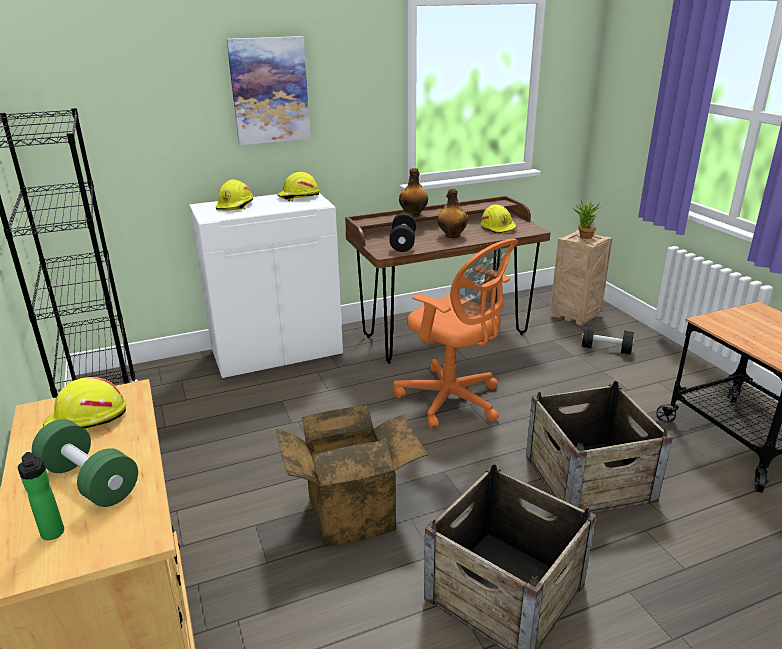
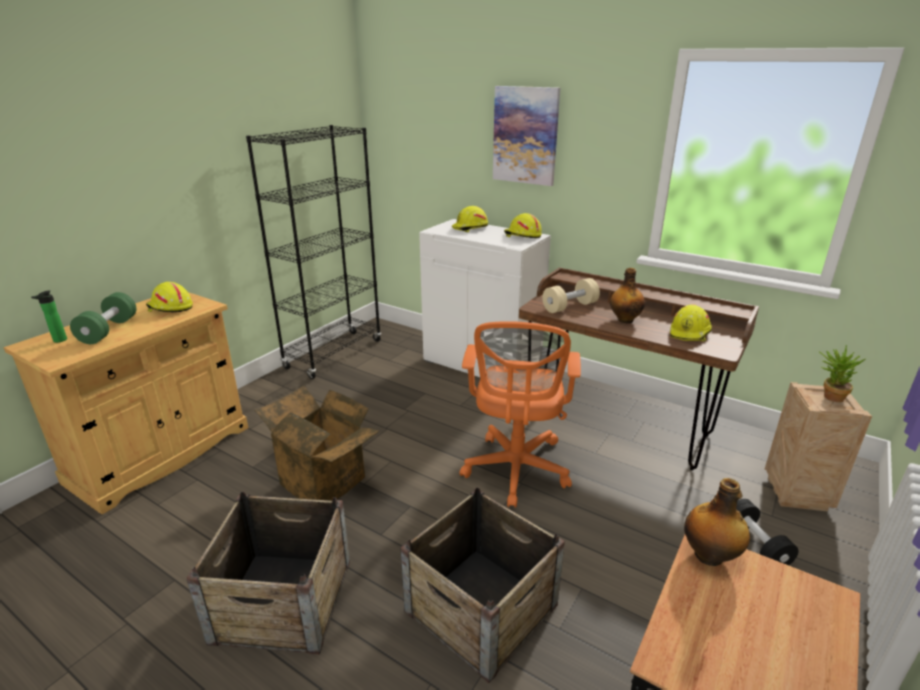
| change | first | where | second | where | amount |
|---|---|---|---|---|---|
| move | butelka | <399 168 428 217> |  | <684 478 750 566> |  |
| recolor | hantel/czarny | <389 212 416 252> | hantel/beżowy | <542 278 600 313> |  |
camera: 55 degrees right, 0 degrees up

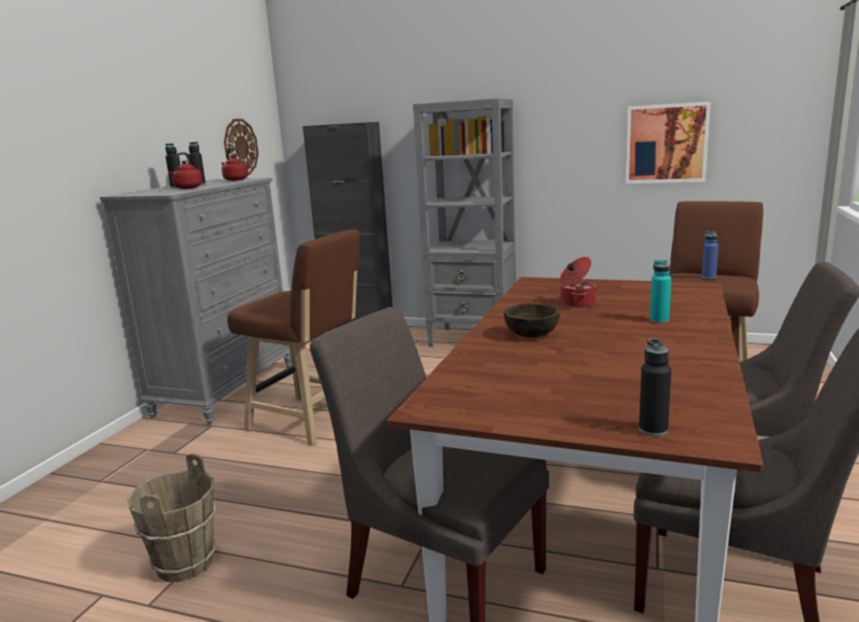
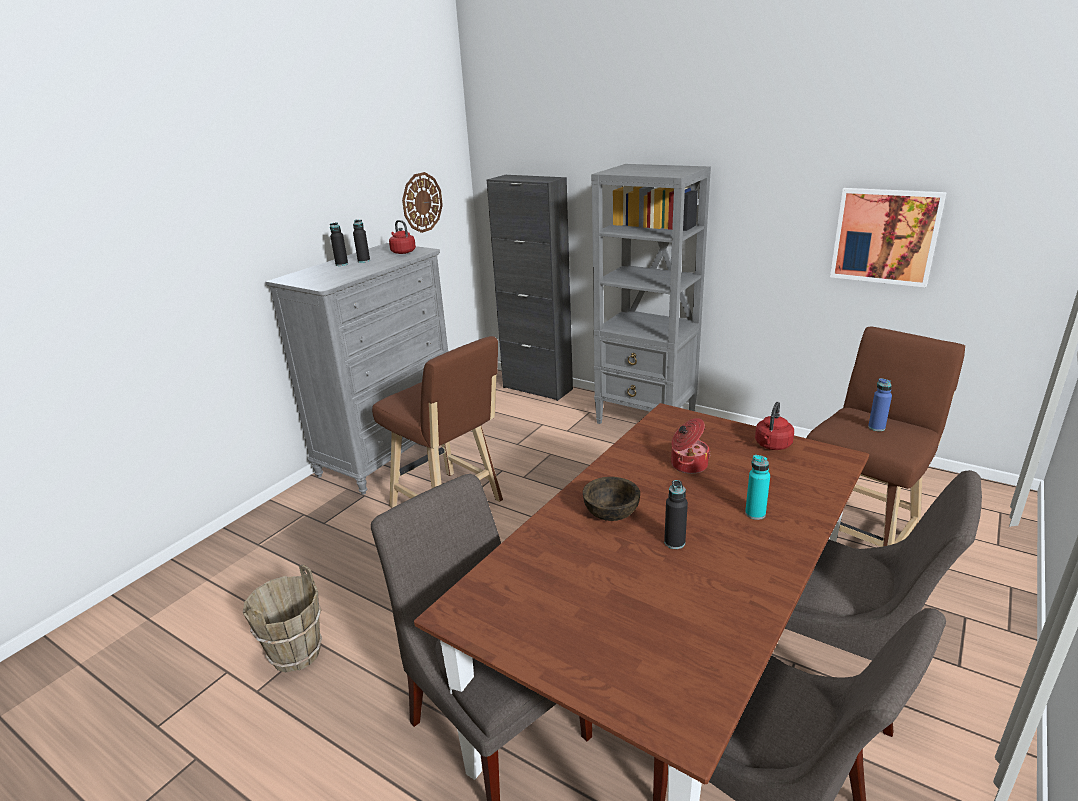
| change | first | where | second | where | amount |
|---|---|---|---|---|---|
| move | czajnik/czerwony | <168 152 202 189> |  | <755 402 794 450> |  |
| move | butelka/czarny | <639 339 671 436> |  | <664 480 688 549> |  |
camera: 15 degrees right, 10 degrees up

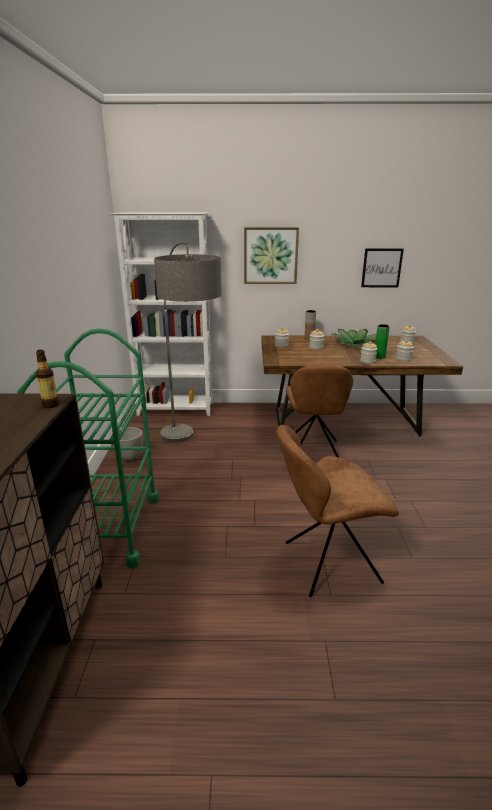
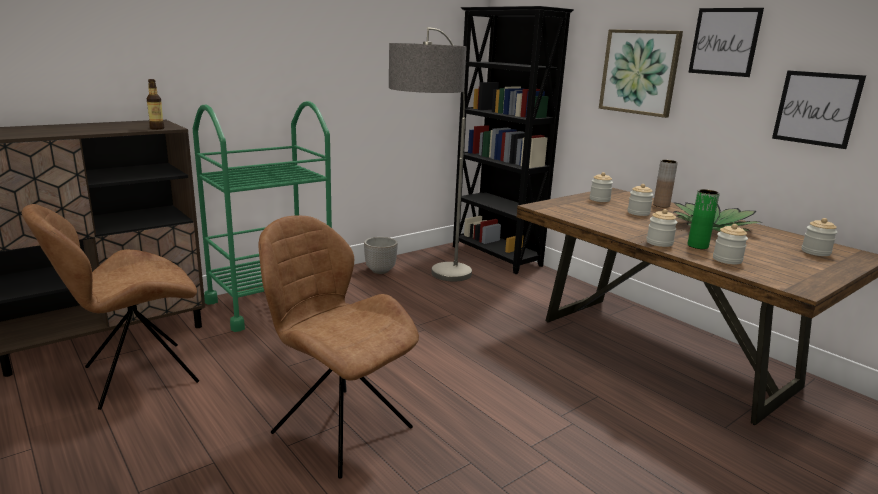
| change | first | where | second | where | amount |
|---|---|---|---|---|---|
| insert |  |  | obraz | <688 8 764 77> |  |
| move | krzesło/brązowy | <286 364 353 457> |  | <22 204 199 410> |  |
| recolor | regał/biały | <110 213 212 416> | regał/czarny | <453 6 574 274> |  |
camera: 50 degrees right, 5 degrees down

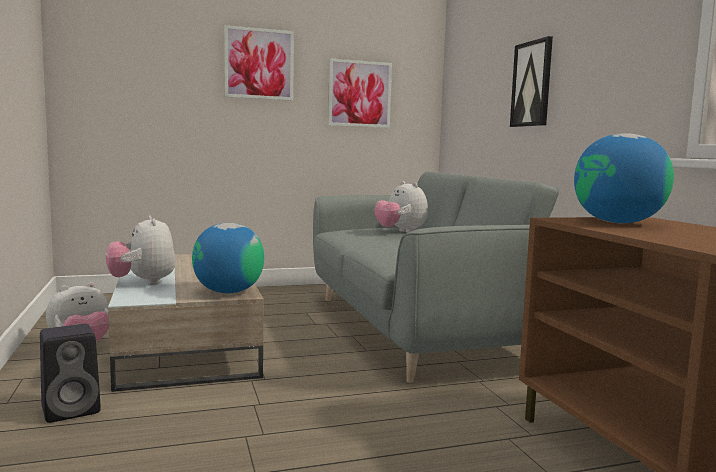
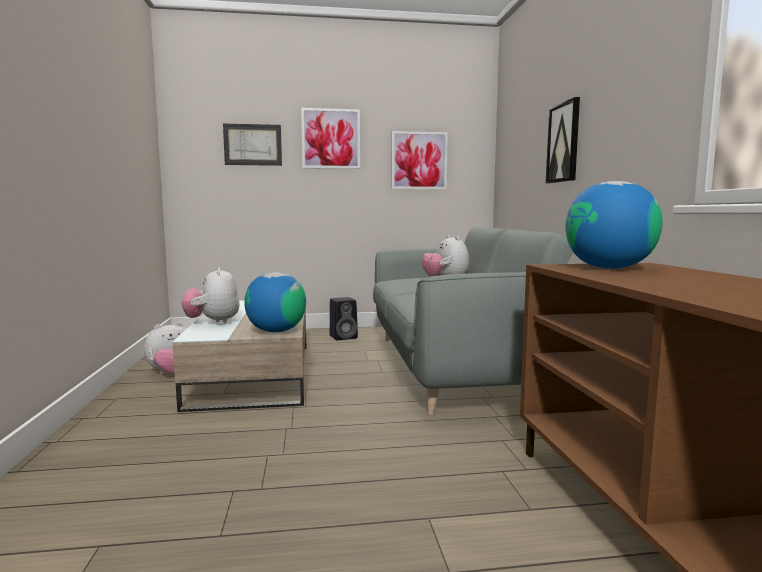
| change | first | where | second | where | amount |
|---|---|---|---|---|---|
| insert |  |  | obraz | <223 124 282 166> |  |
| move | głośnik/czarny | <40 324 101 423> |  | <330 297 358 340> |  |
camera: 10 degrees right, 0 degrees up

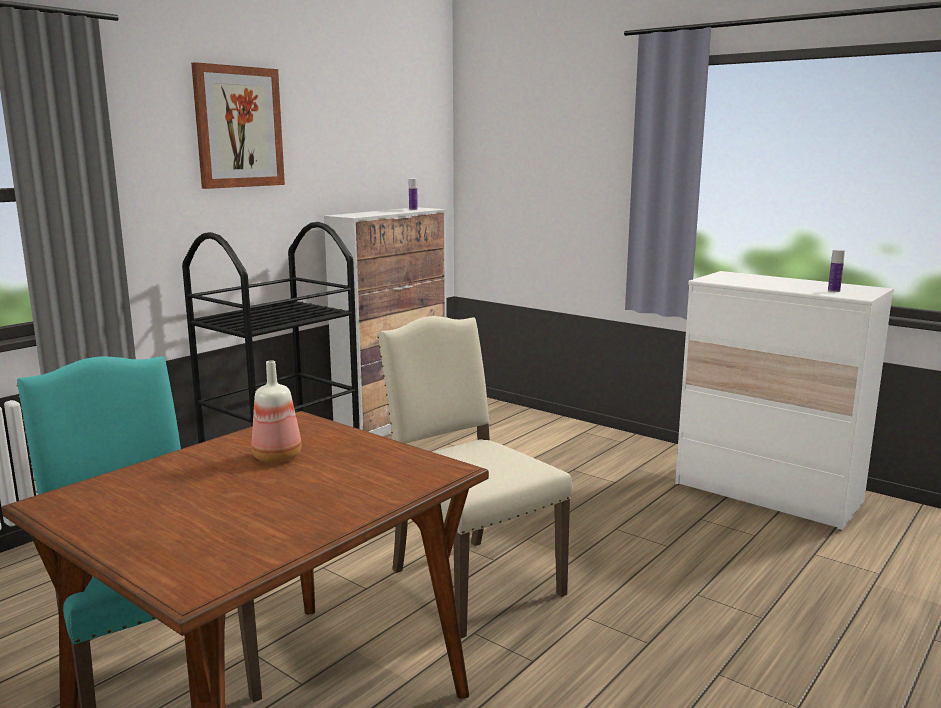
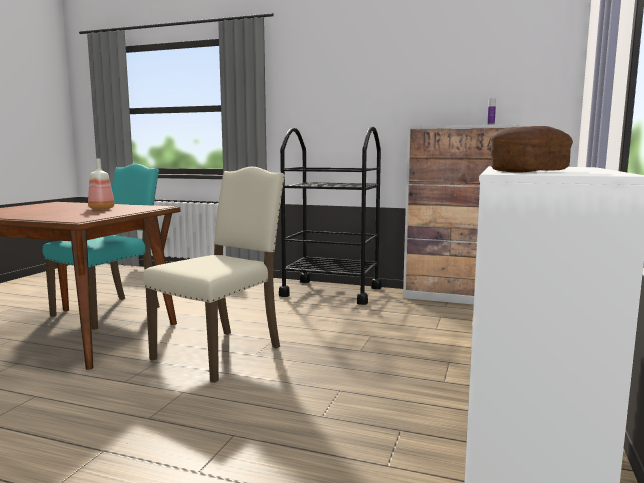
| change | first | where | second | where | amount |
|---|---|---|---|---|---|
| delete | obraz | <191 62 285 189> |  |  |  |
| replace | butelka | <828 249 845 292> | chleb | <491 126 573 172> |  |
camera: 70 degrees right, 5 degrees down

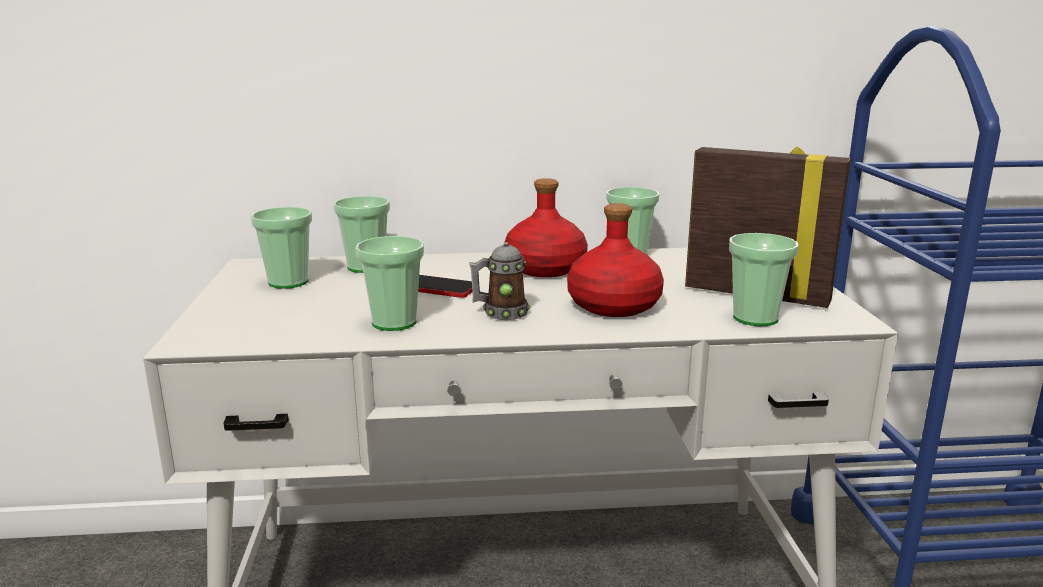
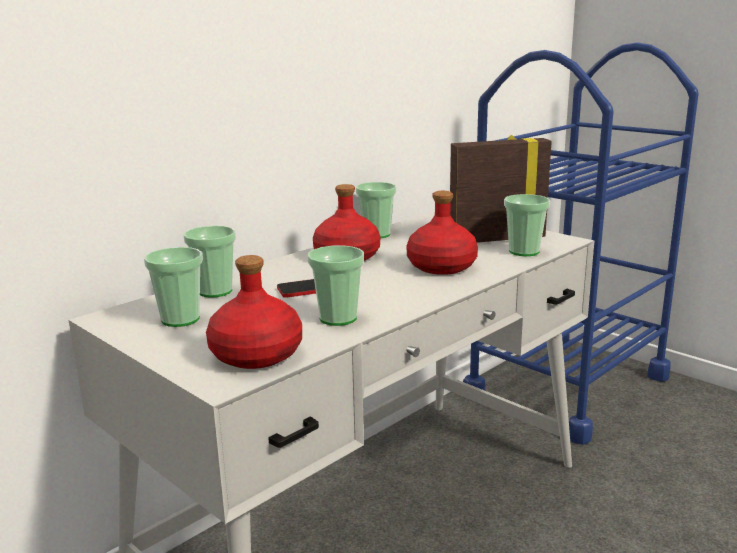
| change | first | where | second | where | amount |
|---|---|---|---|---|---|
| delete | kubek | <469 242 530 320> |  |  |  |
| insert |  |  | butelka/czerwony | <206 255 302 369> |  |
camera: 40 degrees left, 0 degrees up

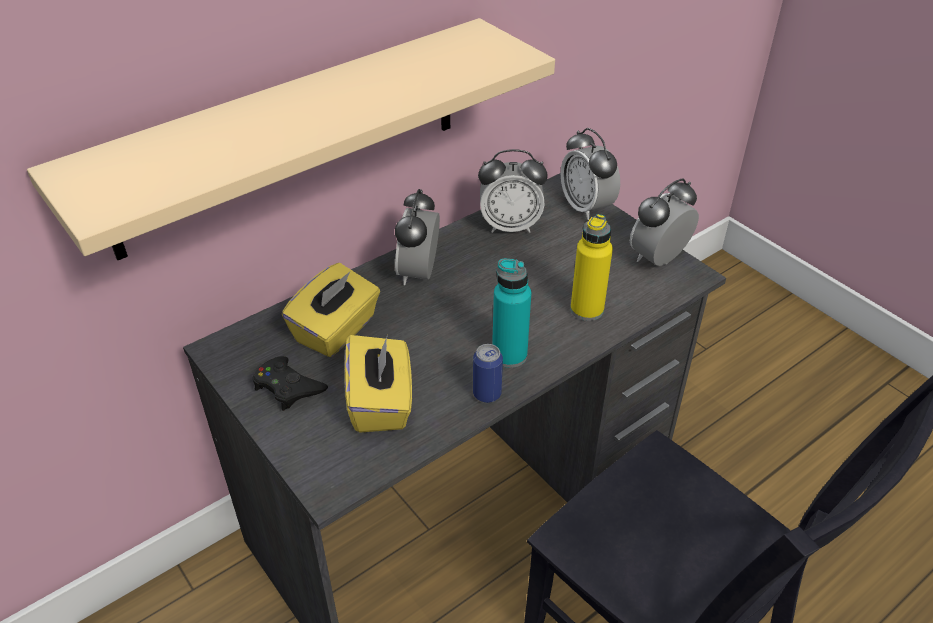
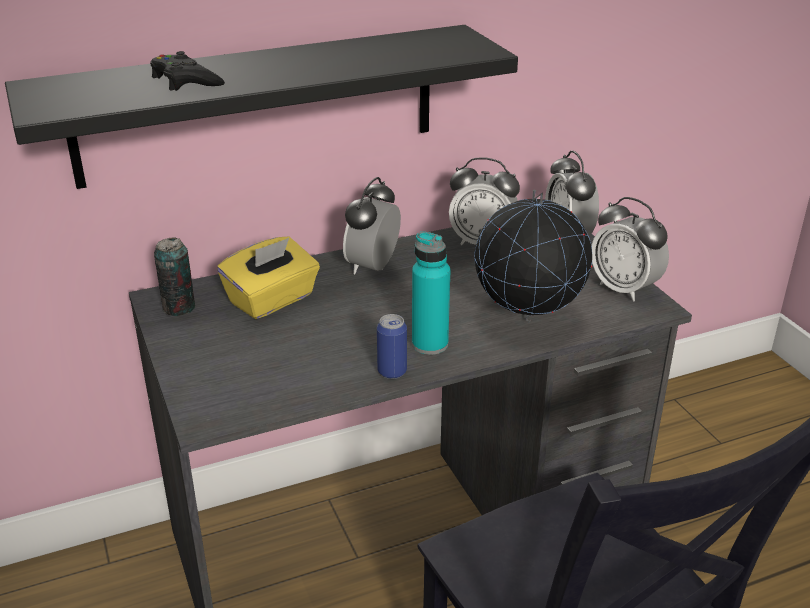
| change | first | where | second | where | amount |
|---|---|---|---|---|---|
| delete | pudełko chusteczek/żółty | <345 335 412 433> |  |  |  |
| insert |  |  | puszka | <154 237 195 316> |  |
| move | pad do gier/czarny | <253 356 328 411> |  | <150 51 225 91> |  |
| replace | butelka/żółty | <570 214 613 321> | globus | <474 190 592 322> |  |
| recolor | półka/beżowy | <27 18 555 260> | półka/czarny | <5 25 518 189> |  |
| rotate | budzik | <630 179 699 266> |  | <591 197 669 301> | 105 degrees counterclockwise |
camera: 15 degrees right, 10 degrees down

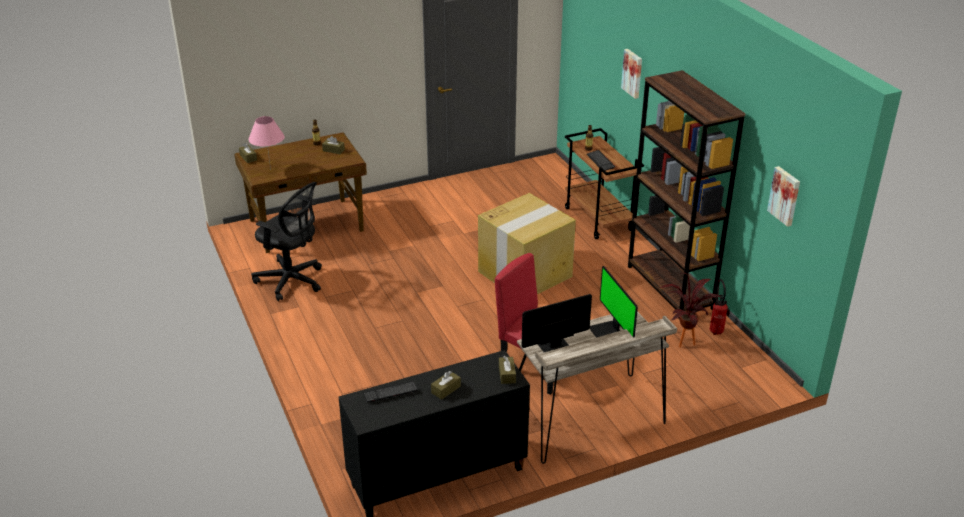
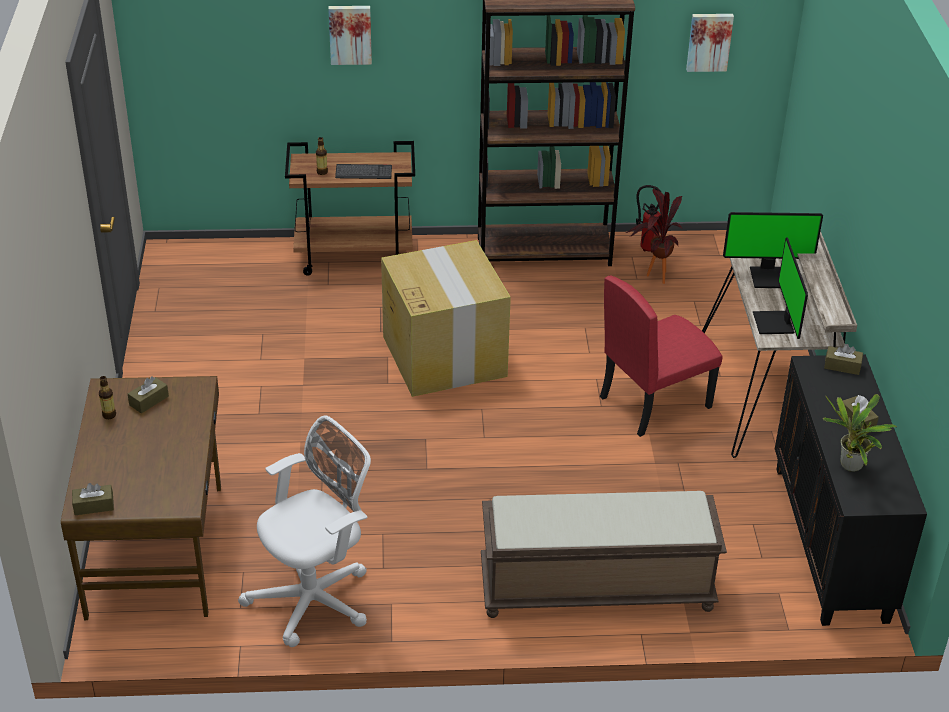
| change | first | where | second | where | amount |
|---|---|---|---|---|---|
| delete | lampa stołowa/różowy | <248 116 285 170> |  |  |  |
| insert |  |  | ławka/brązowy | <481 491 727 618> |  |
| replace | klawiatura | <362 381 418 402> | roślina doniczkowa | <823 394 897 472> |  |
| recolor | krzesło biurowe/czarny | <251 182 322 301> | krzesło biurowe/biały | <238 415 371 647> |  |
camera: 70 degrees left, 5 degrees up

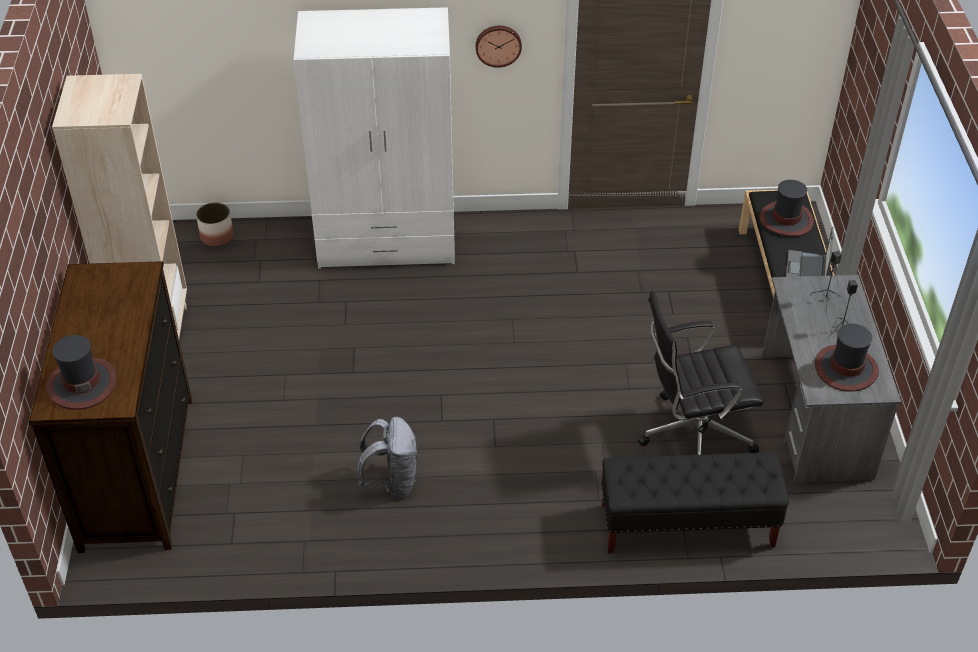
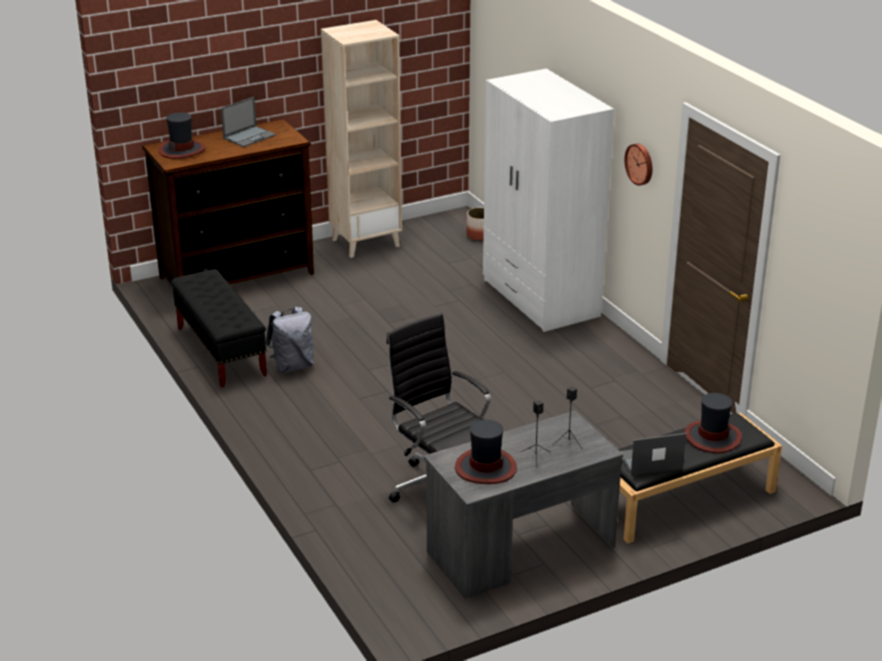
| change | first | where | second | where | amount |
|---|---|---|---|---|---|
| insert |  |  | laptop | <221 97 276 147> |  |
| move | ławka/czarny | <601 452 789 553> |  | <171 269 267 388> |  |
camera: 65 degrees right, 15 degrees down

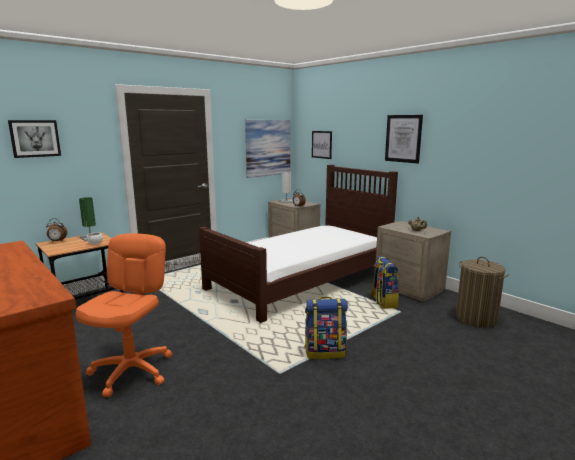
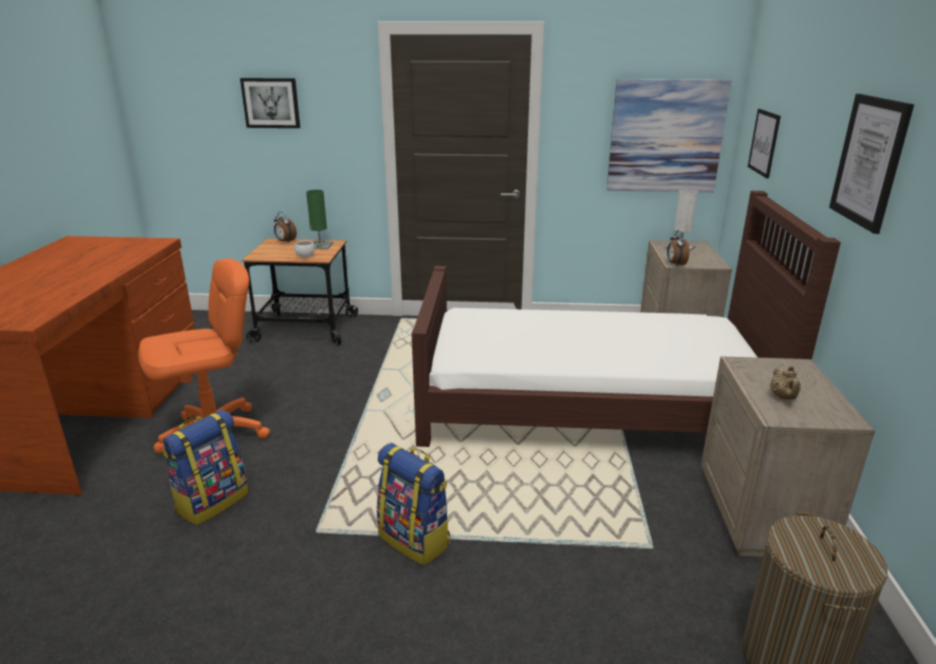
| change | first | where | second | where | amount |
|---|---|---|---|---|---|
| move | plecak | <370 256 399 309> |  | <163 410 249 526> |  |
camera: 45 degrees right, 10 degrees up

